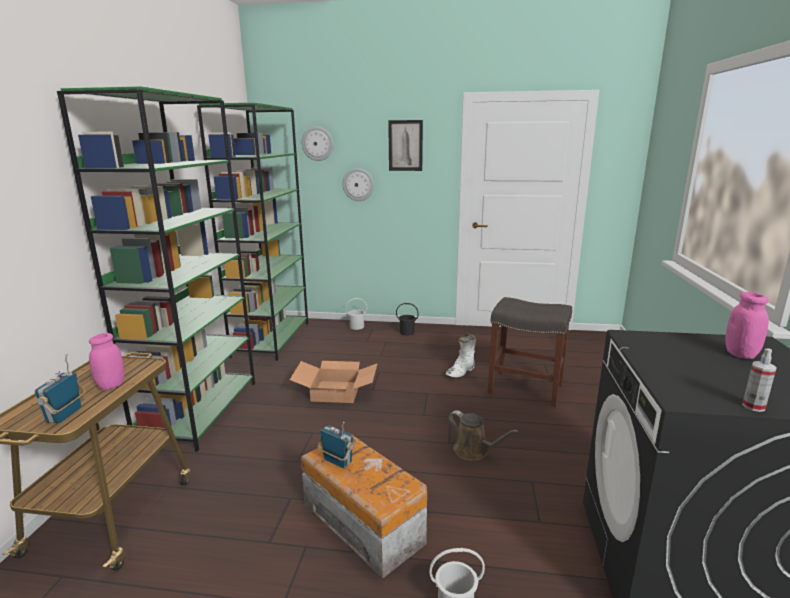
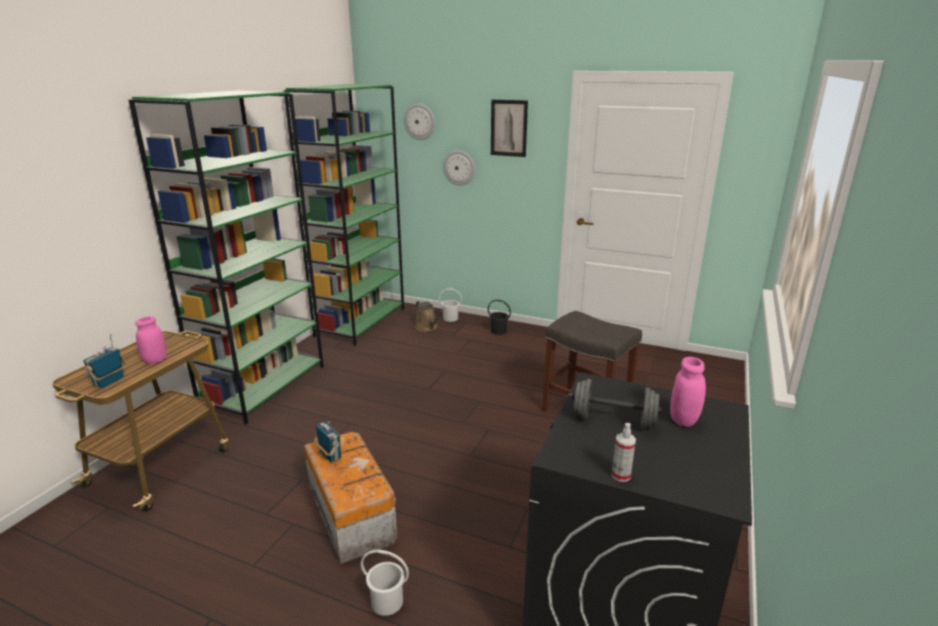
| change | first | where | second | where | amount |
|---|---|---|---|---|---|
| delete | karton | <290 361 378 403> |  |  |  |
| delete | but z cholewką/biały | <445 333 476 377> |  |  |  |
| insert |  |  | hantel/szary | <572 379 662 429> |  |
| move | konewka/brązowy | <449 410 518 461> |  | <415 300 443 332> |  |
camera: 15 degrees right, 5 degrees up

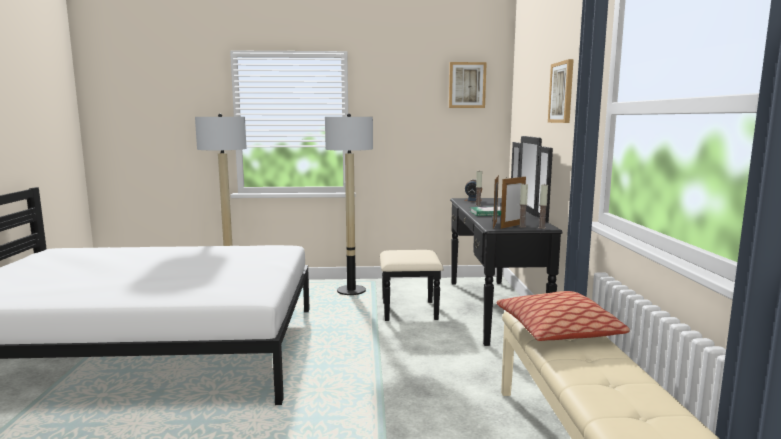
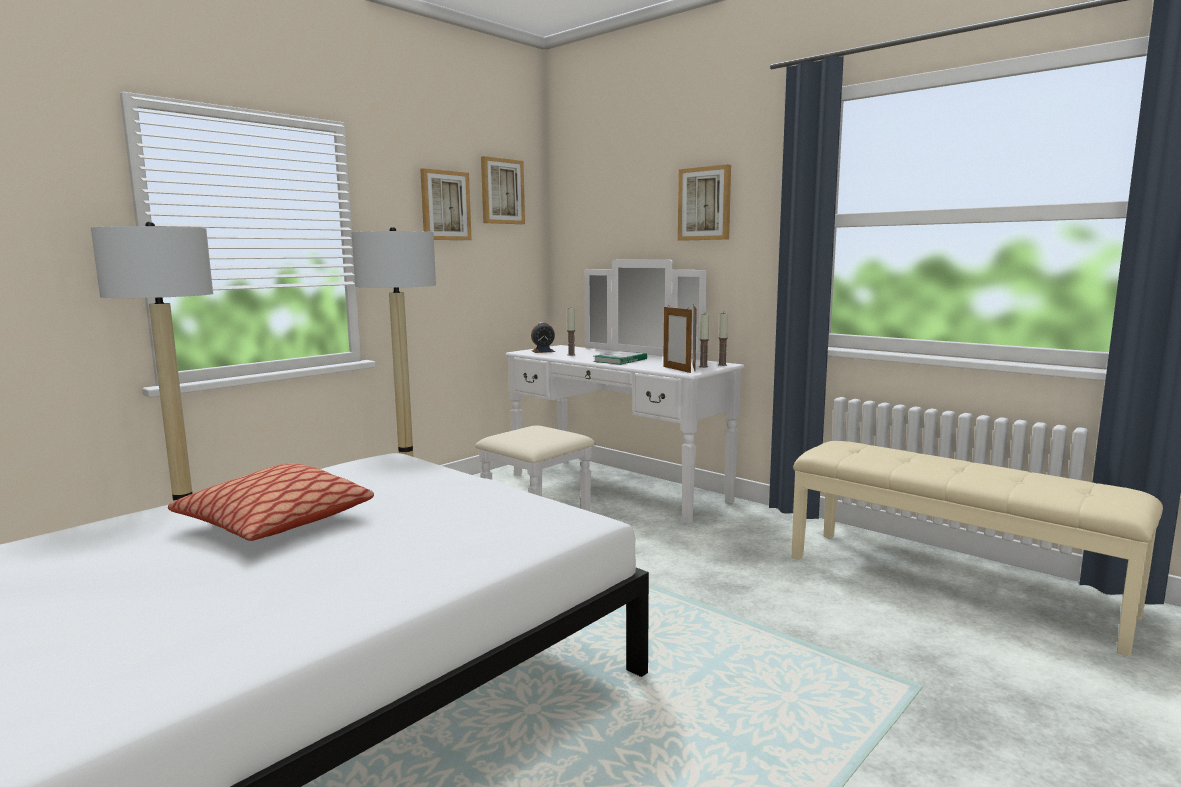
| change | first | where | second | where | amount |
|---|---|---|---|---|---|
| insert |  |  | obraz | <420 168 472 240> |  |
| move | poduszka | <497 291 630 341> |  | <168 463 374 541> |  |
| recolor | komoda/czarny | <380 136 562 346> | komoda/biały | <475 259 744 524> |  |
camera: 45 degrees left, 0 degrees up

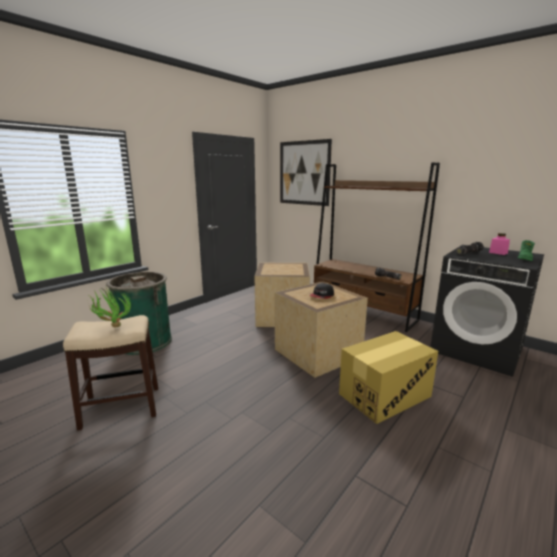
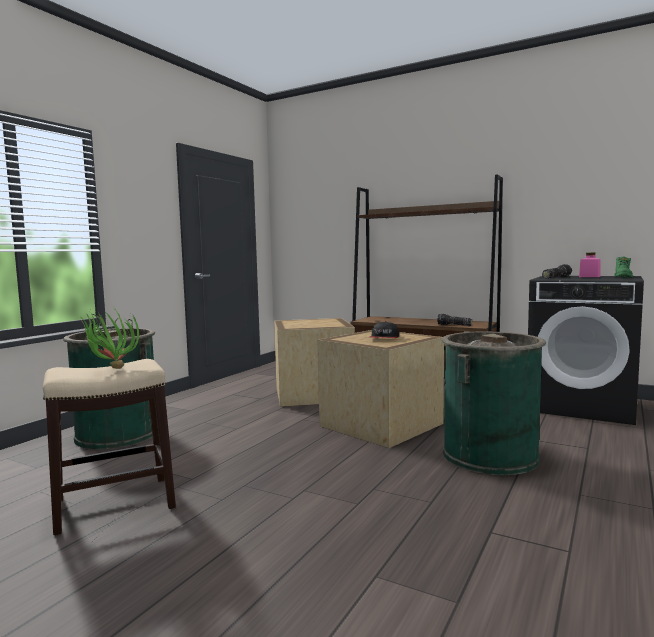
| change | first | where | second | where | amount |
|---|---|---|---|---|---|
| delete | obraz | <280 139 332 206> |  |  |  |
| replace | karton | <339 331 438 424> | kosz na śmieci/zielony | <442 331 546 475> |  |
camera: 10 degrees left, 10 degrees down

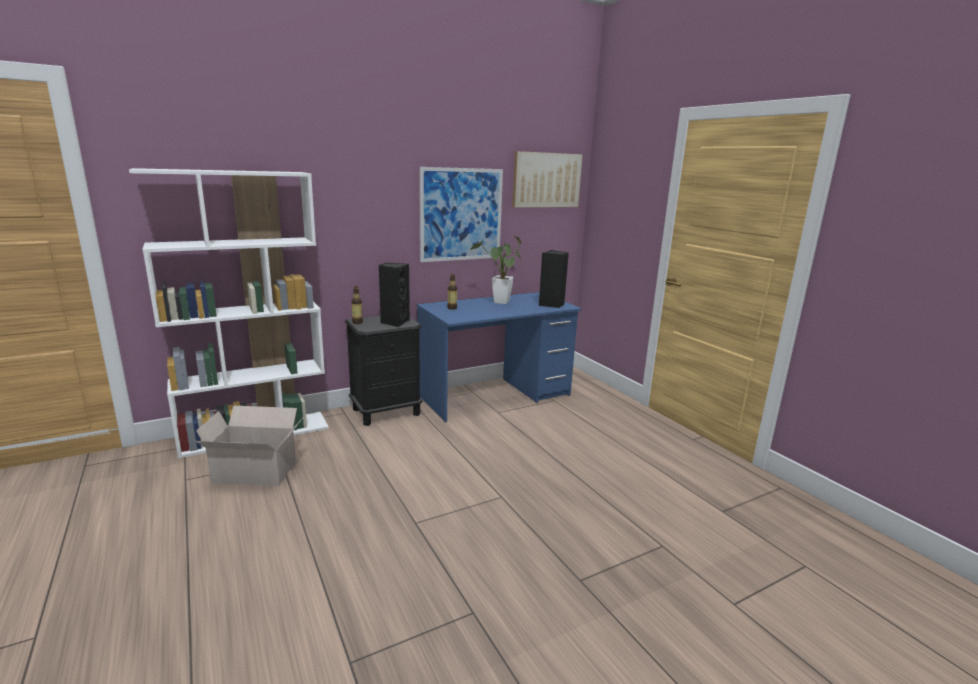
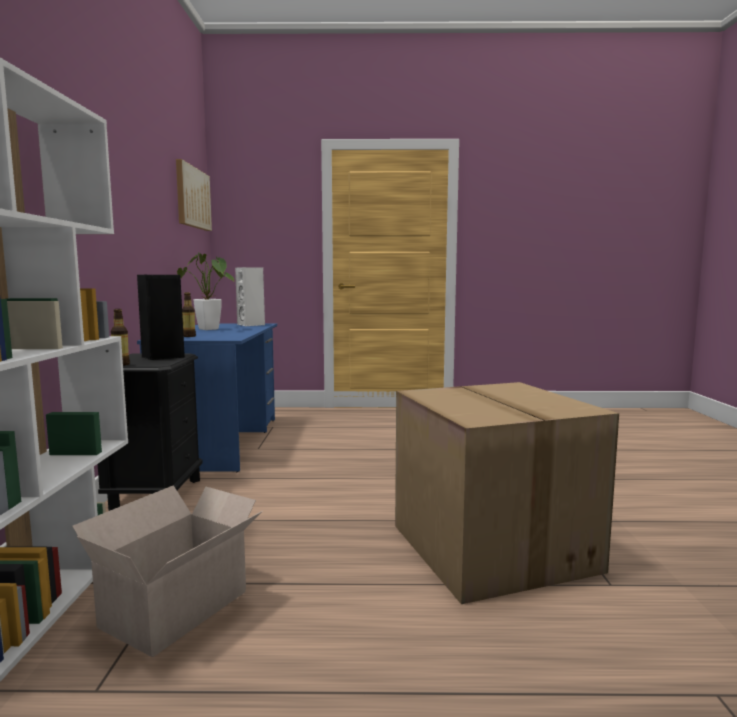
| change | first | where | second | where | amount |
|---|---|---|---|---|---|
| delete | obraz | <419 167 503 262> |  |  |  |
| insert |  |  | karton | <395 382 619 604> |  |
| recolor | głośnik/czarny | <539 250 569 308> | głośnik/biały | <235 267 265 326> |  |
camera: 60 degrees left, 10 degrees down

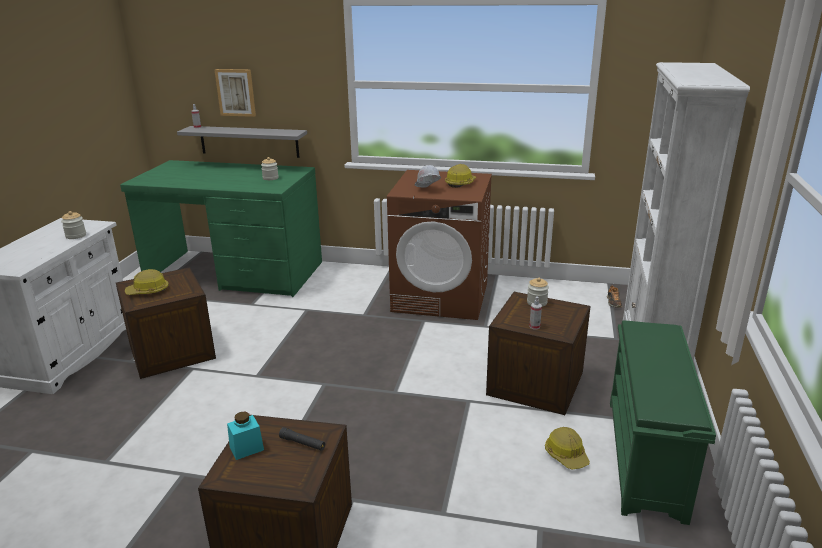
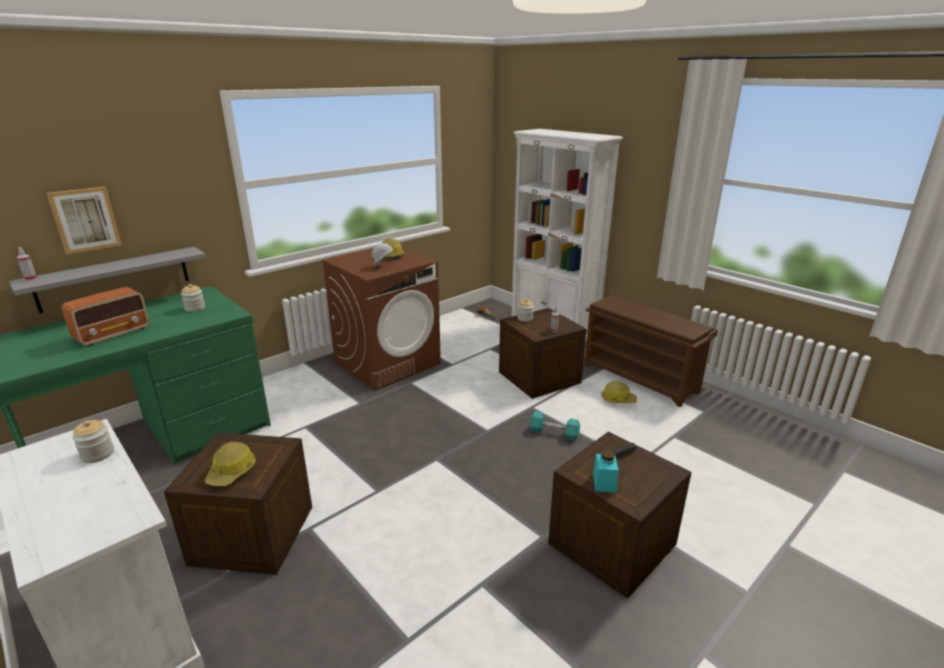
| change | first | where | second | where | amount |
|---|---|---|---|---|---|
| insert |  |  | radio | <62 287 149 346> |  |
| insert |  |  | hantel/turkusowy | <530 411 580 441> |  |
| recolor | regał na buty/zielony | <610 320 716 525> | regał na buty/brązowy | <584 295 718 407> |  |
camera: 55 degrees left, 0 degrees up

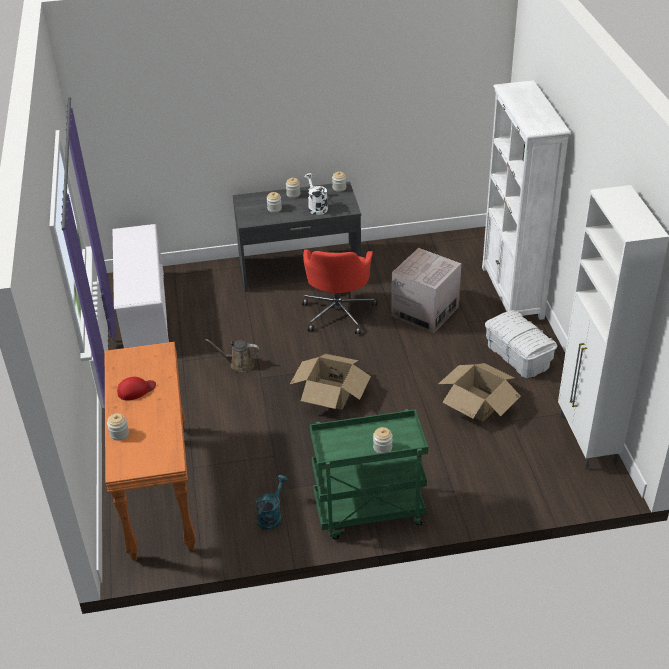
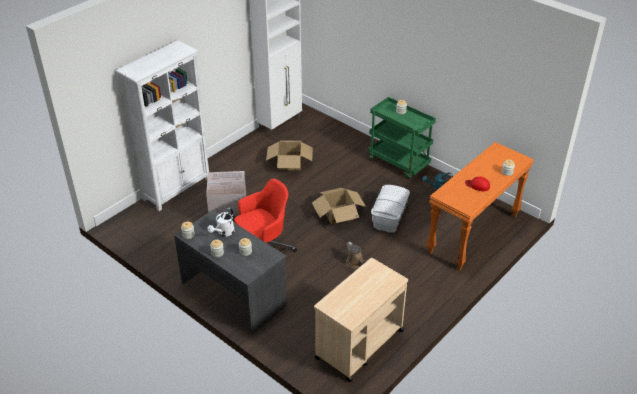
| change | first | where | second | where | amount |
|---|---|---|---|---|---|
| move | pojemnik do przechowywania/biały | <485 310 557 378> |  | <371 185 410 232> |  |
| replace | regał na buty/biały | <113 224 169 348> | wózek/beżowy | <314 258 408 382> |  |
camera: 130 degrees left, 0 degrees up

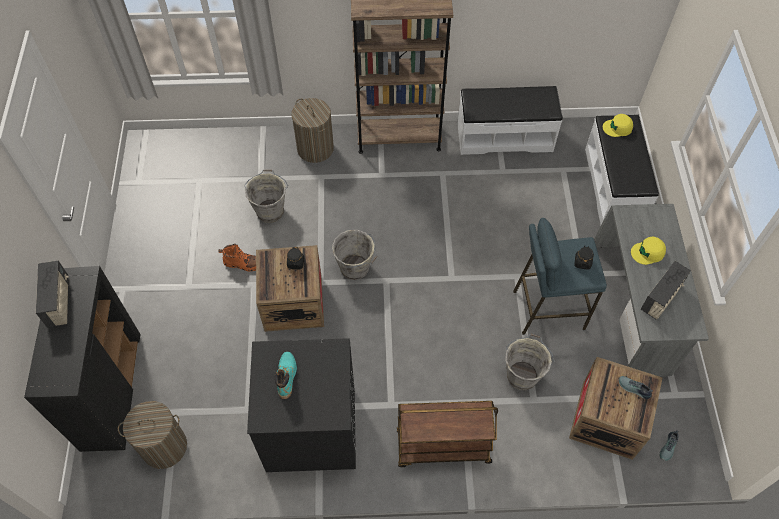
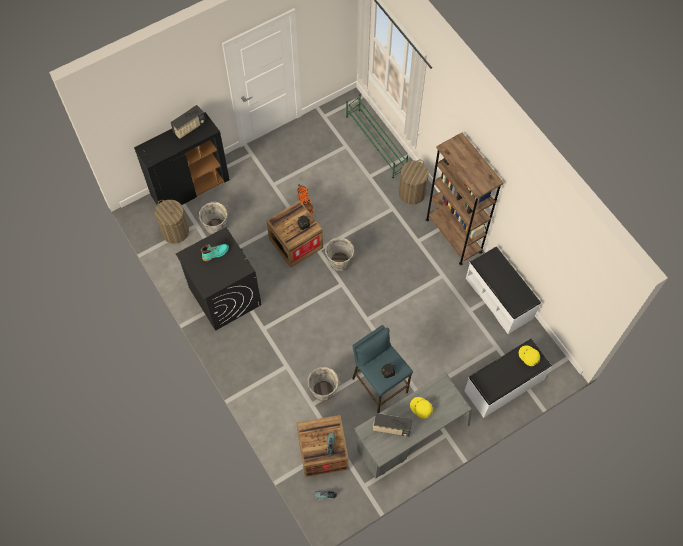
| change | first | where | second | where | amount |
|---|---|---|---|---|---|
| delete | wózek/brązowy | <397 401 498 468> |  |  |  |
| insert |  |  | regał na buty/zielony | <346 95 408 178> |  |
| move | wiadro/szary | <245 170 288 223> |  | <199 201 230 235> |  |
camera: 60 degrees right, 5 degrees up

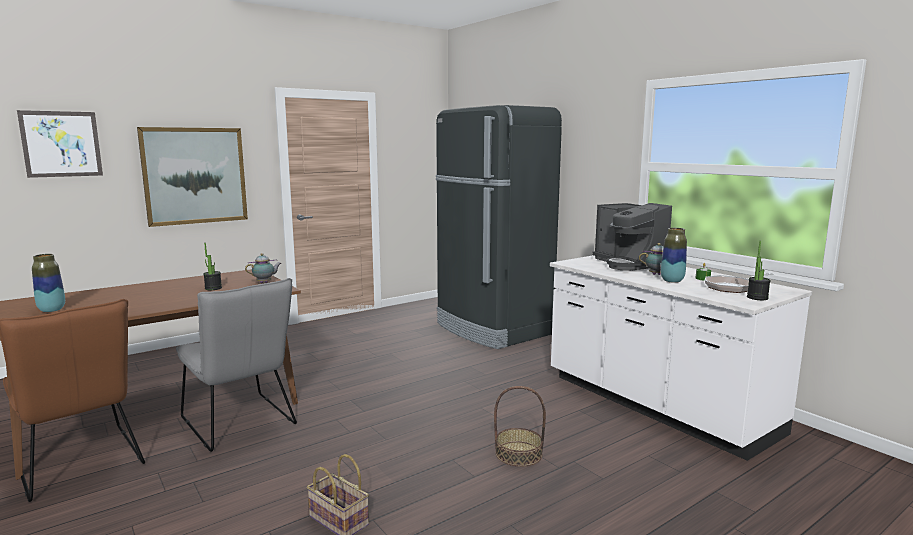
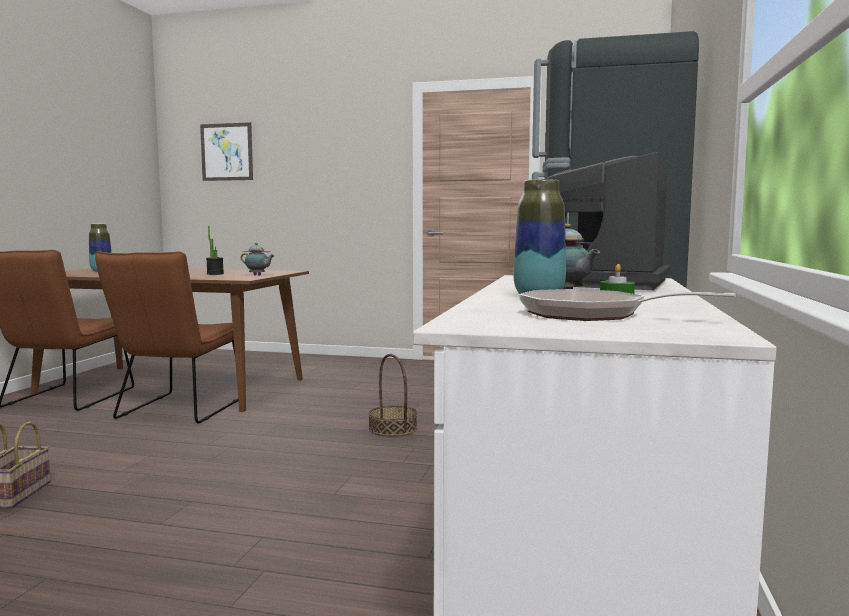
| change | first | where | second | where | amount |
|---|---|---|---|---|---|
| delete | obraz | <137 127 248 227> |  |  |  |
| delete | roślina doniczkowa | <747 241 771 300> |  |  |  |
| move | koszyk | <494 386 546 467> |  | <368 354 417 437> |  |
| recolor | krzesło/szary | <176 278 297 452> | krzesło/brązowy | <95 251 238 424> |  |
camera: 50 degrees right, 5 degrees down

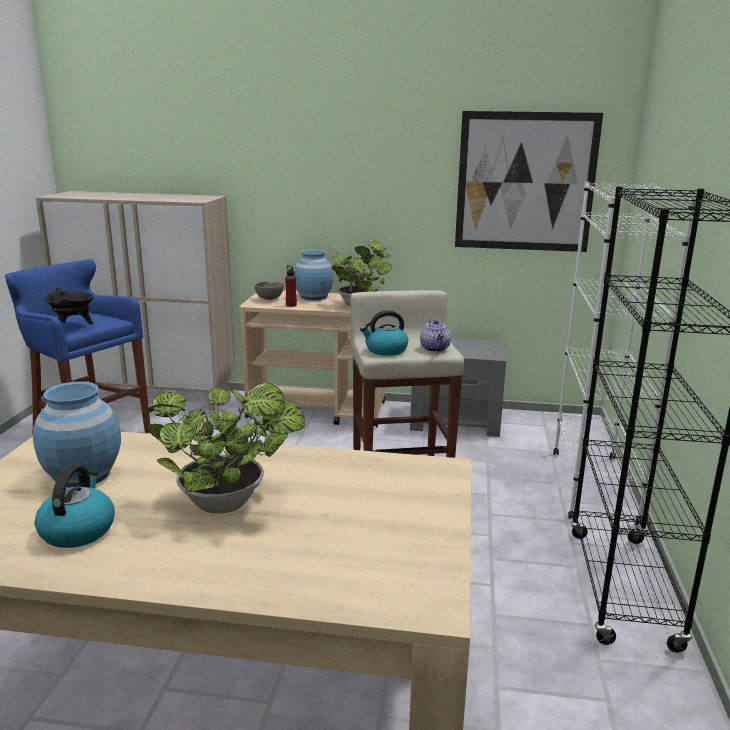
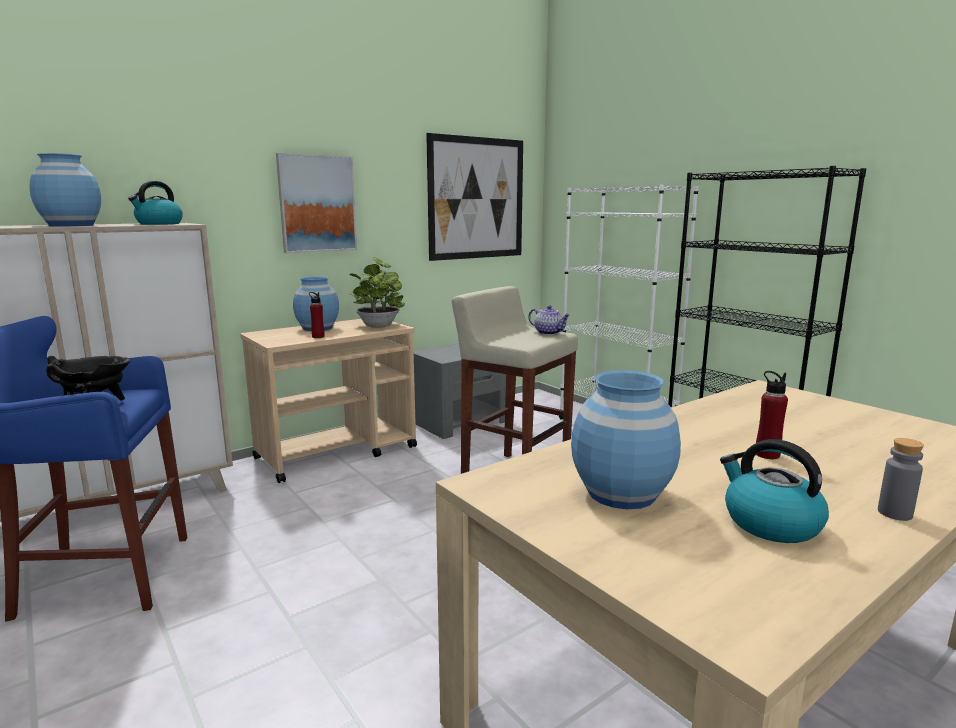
| change | first | where | second | where | amount |
|---|---|---|---|---|---|
| delete | miska/szary | <255 281 284 300> |  |  |  |
| insert |  |  | wazon/niebieski | <29 153 101 226> |  |
| insert |  |  | obraz | <276 153 357 253> |  |
| insert |  |  | butelka/szary | <878 438 924 521> |  |
| move | czajnik | <360 310 408 356> |  | <128 181 183 225> |  |
| replace | roślina doniczkowa | <143 383 305 514> | butelka/czerwony | <756 371 788 459> |  |
camera: 45 degrees left, 5 degrees down

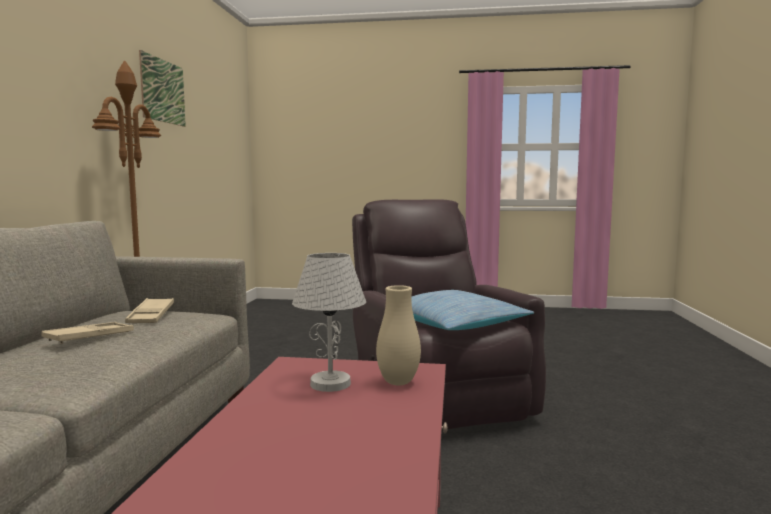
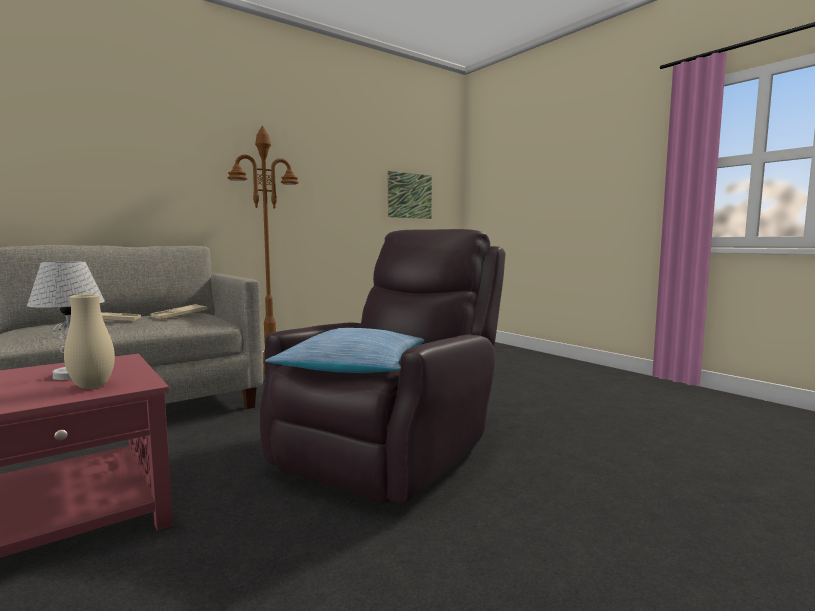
| change | first | where | second | where | amount |
|---|---|---|---|---|---|
| move | obraz | <139 50 186 127> |  | <387 171 432 219> |  |
camera: 45 degrees right, 0 degrees up

